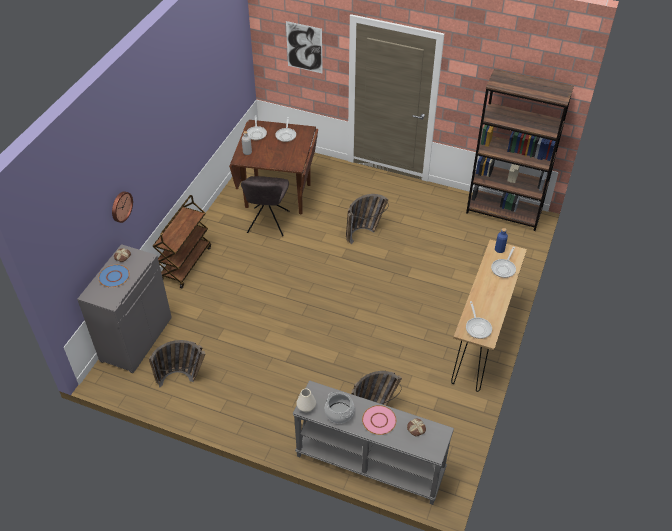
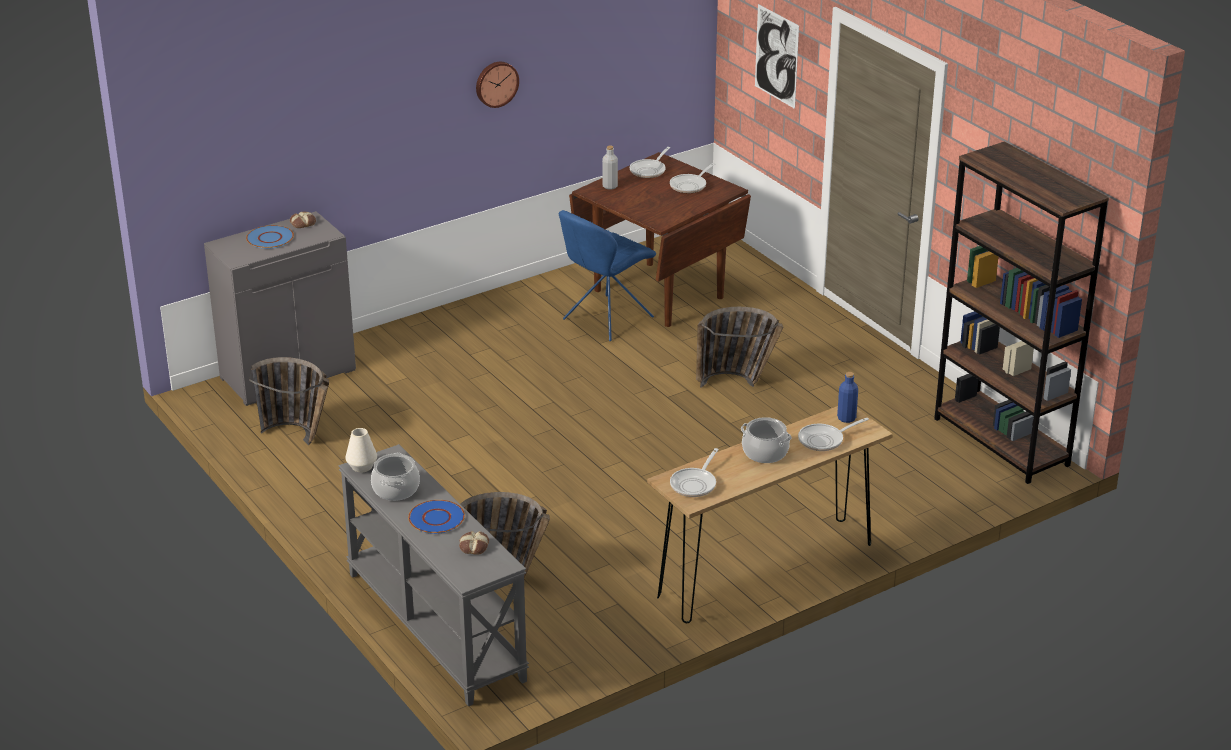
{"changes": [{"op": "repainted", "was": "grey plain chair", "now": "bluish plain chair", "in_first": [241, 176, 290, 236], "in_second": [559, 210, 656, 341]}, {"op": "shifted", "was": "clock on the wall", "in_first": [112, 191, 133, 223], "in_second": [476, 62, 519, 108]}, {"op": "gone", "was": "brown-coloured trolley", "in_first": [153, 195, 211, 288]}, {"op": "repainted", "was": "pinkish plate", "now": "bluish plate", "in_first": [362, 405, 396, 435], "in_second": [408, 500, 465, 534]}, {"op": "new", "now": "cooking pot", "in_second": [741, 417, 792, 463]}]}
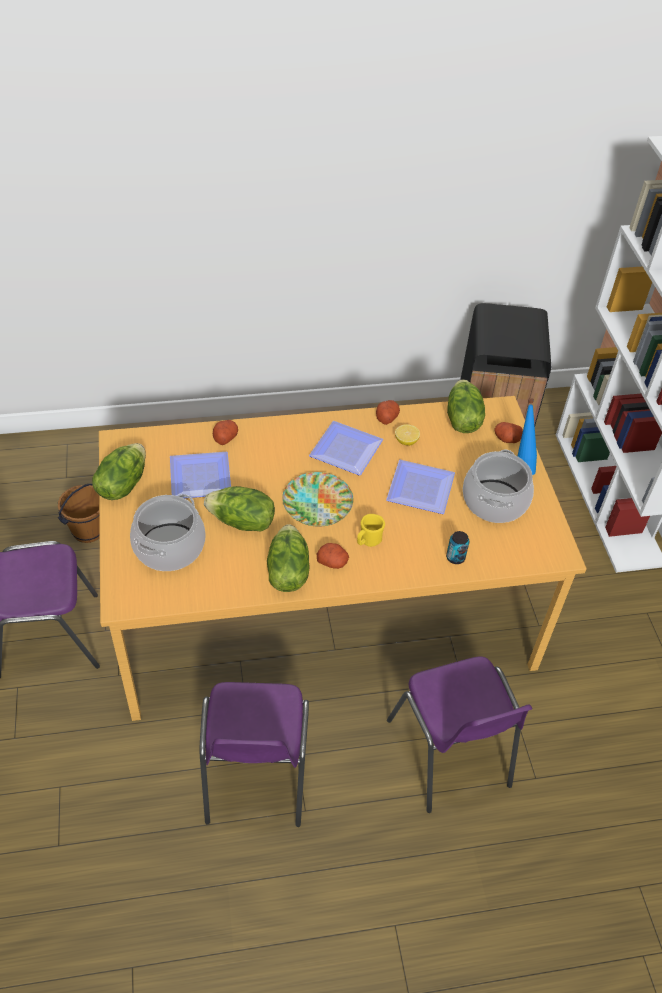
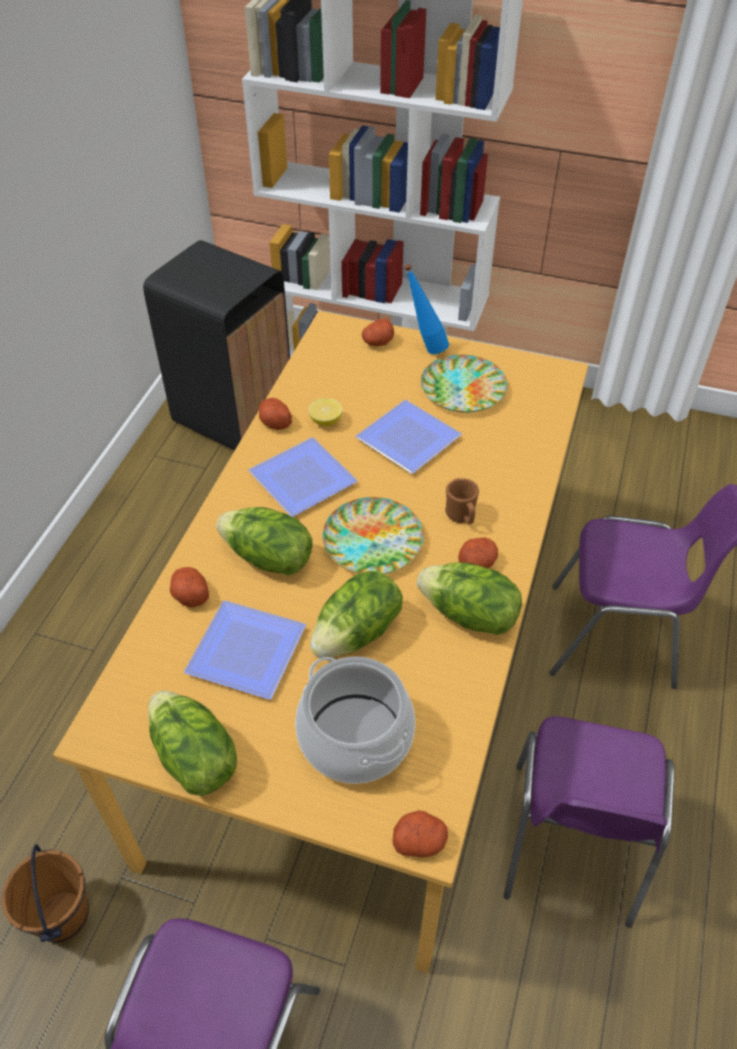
{"changes": [{"op": "shifted", "was": "head of lettuce", "in_first": [447, 379, 485, 433], "in_second": [217, 507, 312, 575]}, {"op": "swapped", "was": "cooking pot", "now": "plate", "in_first": [463, 450, 534, 523], "in_second": [421, 355, 507, 413]}, {"op": "repainted", "was": "yellow-coloured mug", "now": "brown-coloured mug", "in_first": [357, 514, 385, 547], "in_second": [445, 478, 479, 524]}, {"op": "gone", "was": "sealed can", "in_first": [446, 531, 469, 564]}, {"op": "rotated", "was": "purple plain chair", "in_first": [200, 682, 309, 827], "in_second": [503, 716, 675, 928], "clockwise": 75}, {"op": "new", "now": "potato", "in_second": [393, 810, 448, 857]}]}
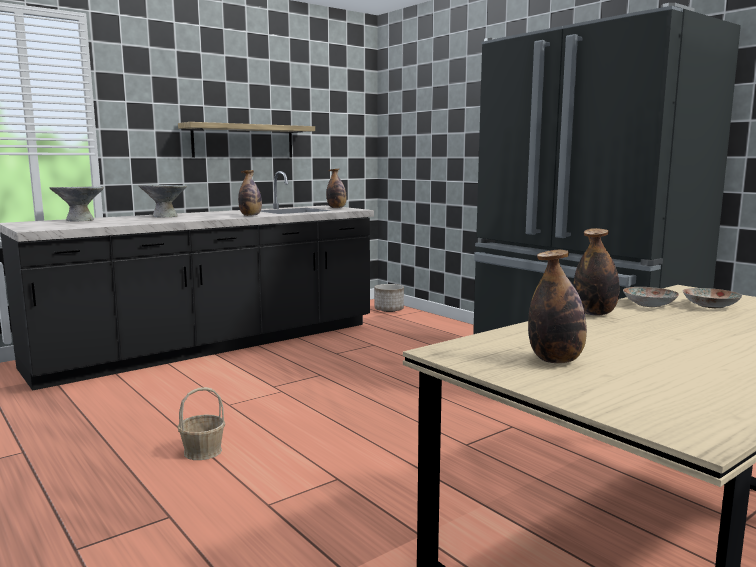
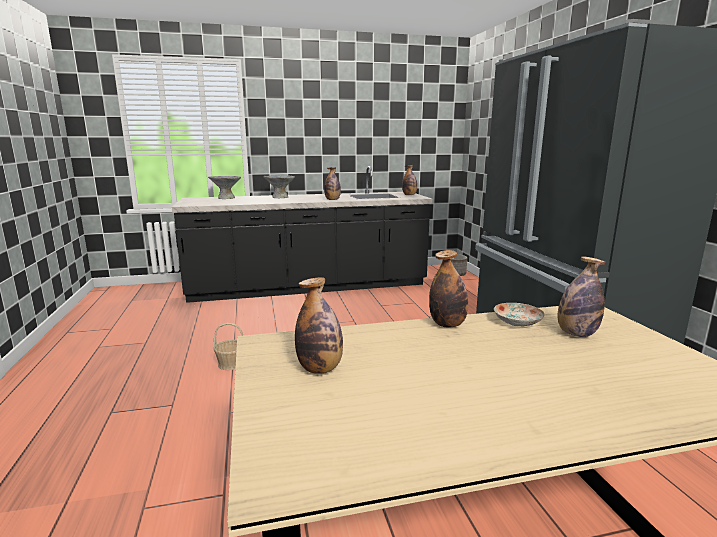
{"changes": [{"op": "gone", "was": "wall shelf", "in_first": [178, 122, 315, 158]}, {"op": "swapped", "was": "plate", "now": "beverage bottle", "in_first": [683, 288, 742, 308], "in_second": [558, 257, 605, 337]}]}
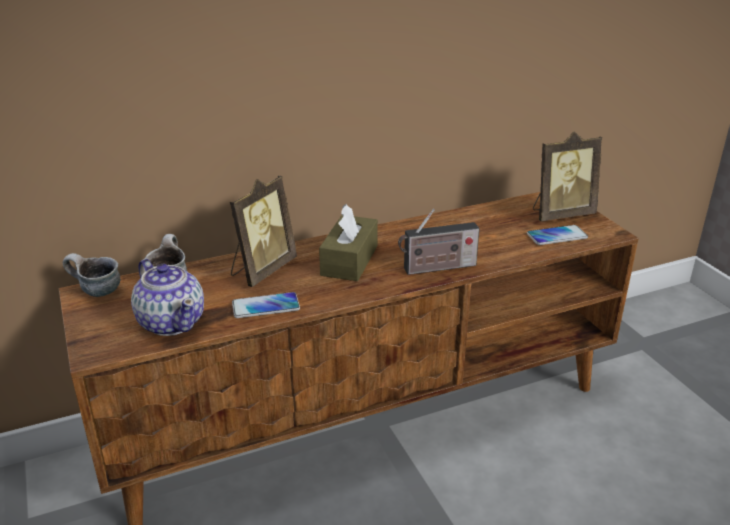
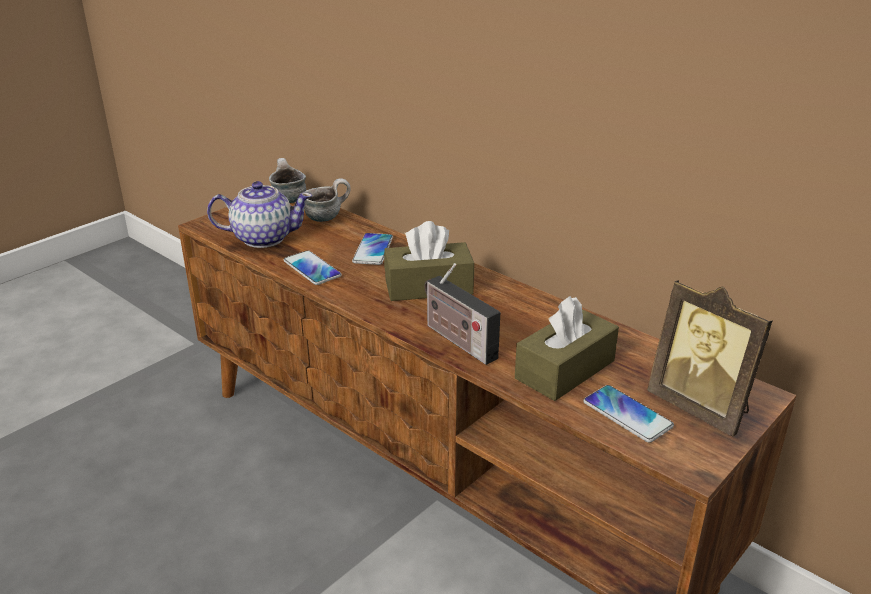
{"changes": [{"op": "swapped", "was": "standing frame", "now": "handset", "in_first": [230, 176, 297, 287], "in_second": [352, 233, 393, 265]}, {"op": "rotated", "was": "pot for tea", "in_first": [131, 259, 204, 336], "in_second": [207, 181, 312, 248], "clockwise": -120}, {"op": "new", "now": "brown-coloured tissue box", "in_second": [515, 296, 619, 401]}]}
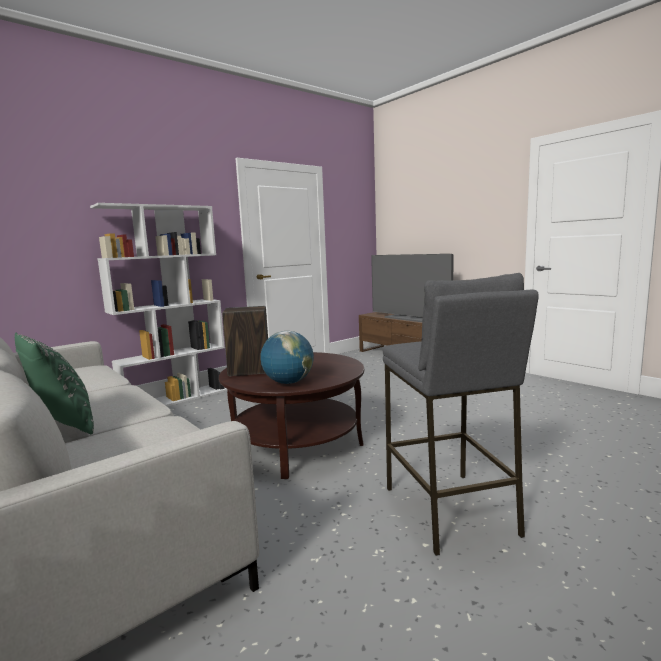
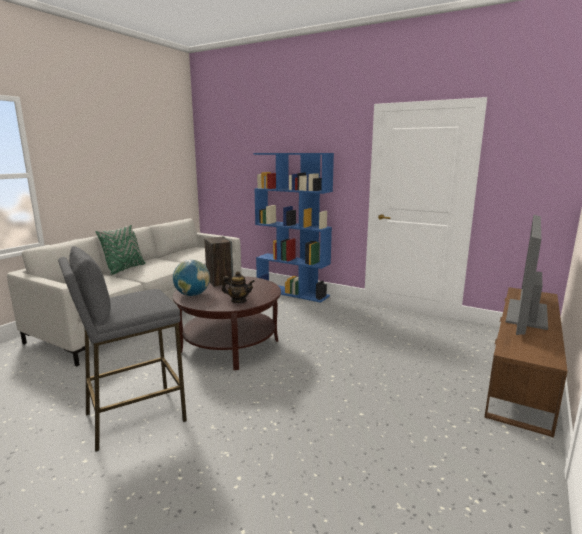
{"changes": [{"op": "repainted", "was": "white-coloured shelving unit", "now": "bluish shelving unit", "in_first": [90, 203, 227, 406], "in_second": [254, 153, 334, 303]}, {"op": "new", "now": "pot for tea", "in_second": [222, 271, 255, 303]}]}
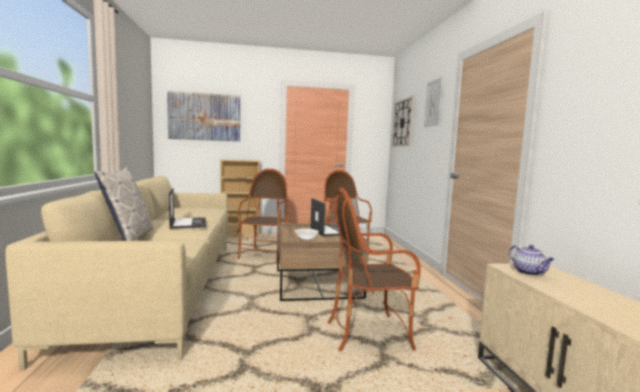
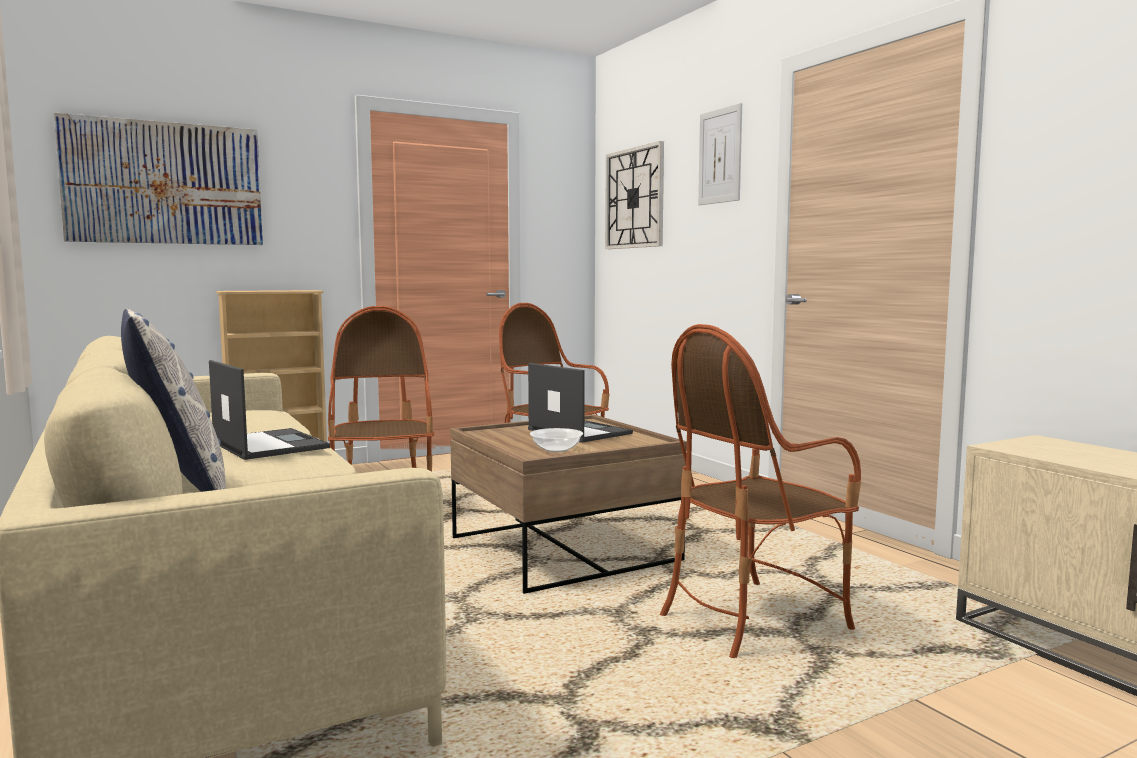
{"changes": [{"op": "gone", "was": "pot for tea", "in_first": [509, 245, 555, 276]}]}
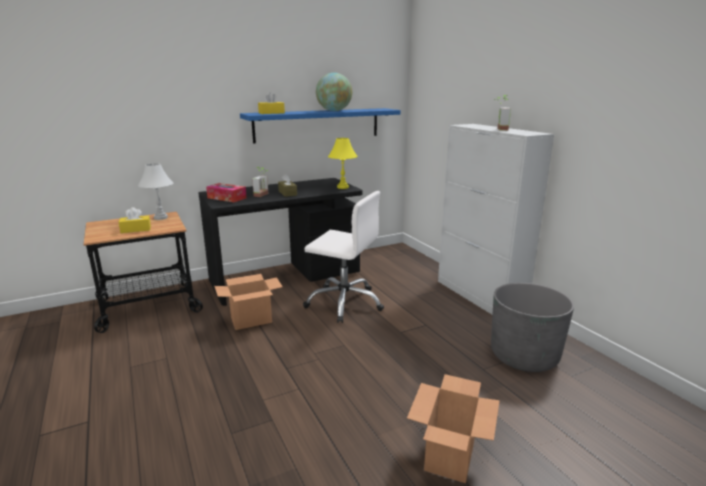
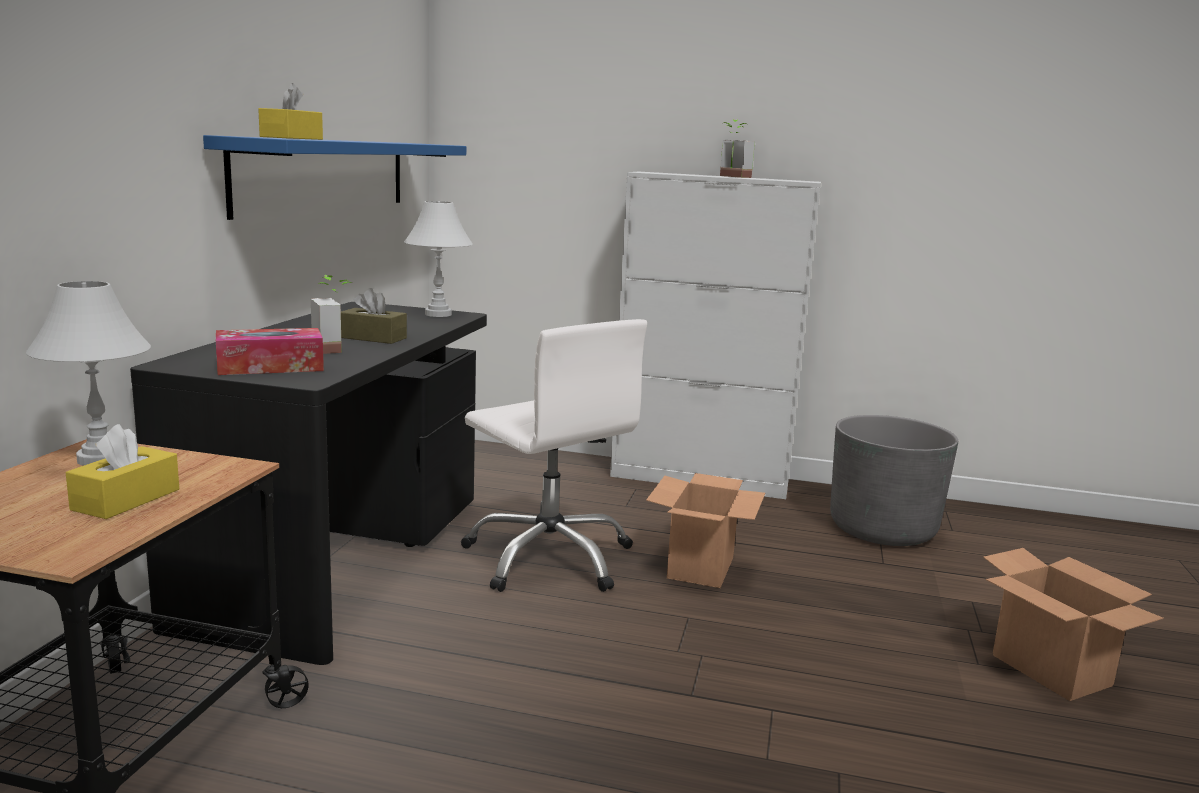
{"changes": [{"op": "gone", "was": "desk globe", "in_first": [316, 73, 352, 111]}, {"op": "repainted", "was": "yellow-coloured tabletop lamp", "now": "white-coloured tabletop lamp", "in_first": [328, 138, 358, 189], "in_second": [404, 201, 473, 317]}, {"op": "rotated", "was": "white-coloured desk chair", "in_first": [303, 191, 384, 323], "in_second": [461, 319, 647, 592], "clockwise": 75}, {"op": "shifted", "was": "cardboard box", "in_first": [214, 274, 283, 330], "in_second": [646, 473, 765, 588]}]}
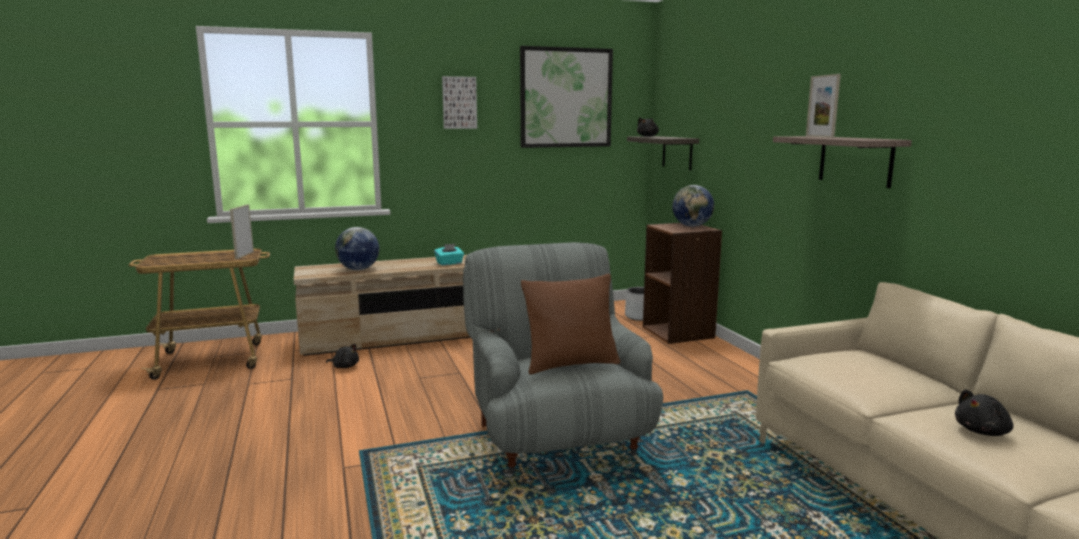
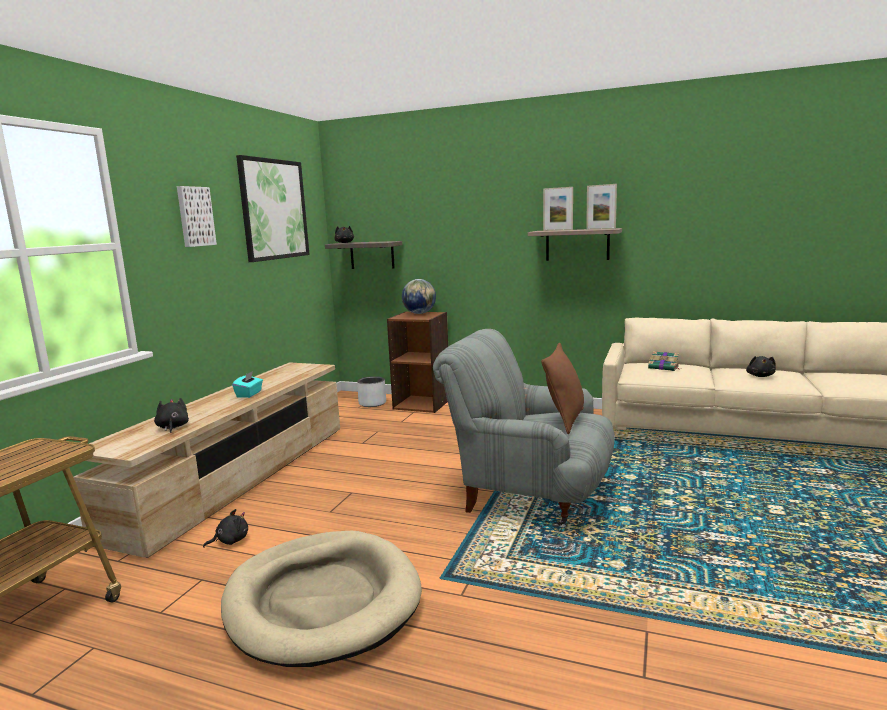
{"changes": [{"op": "shifted", "was": "standing frame", "in_first": [230, 204, 254, 259], "in_second": [586, 184, 617, 230]}, {"op": "swapped", "was": "desk globe", "now": "black-coloured soft toy", "in_first": [335, 227, 379, 270], "in_second": [154, 398, 189, 433]}, {"op": "new", "now": "book", "in_second": [648, 351, 681, 371]}, {"op": "new", "now": "sand-coloured dog cushion", "in_second": [221, 531, 422, 667]}]}
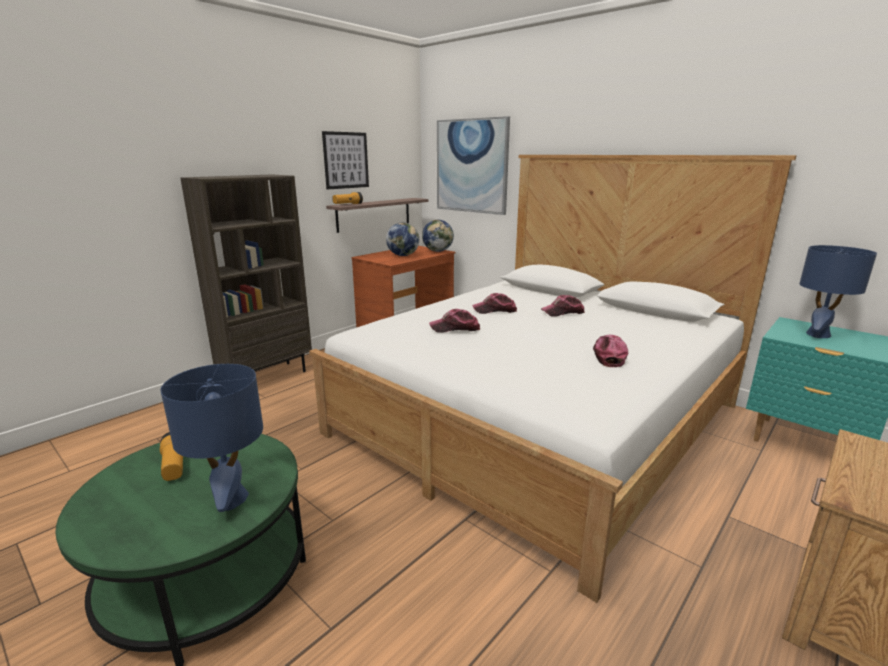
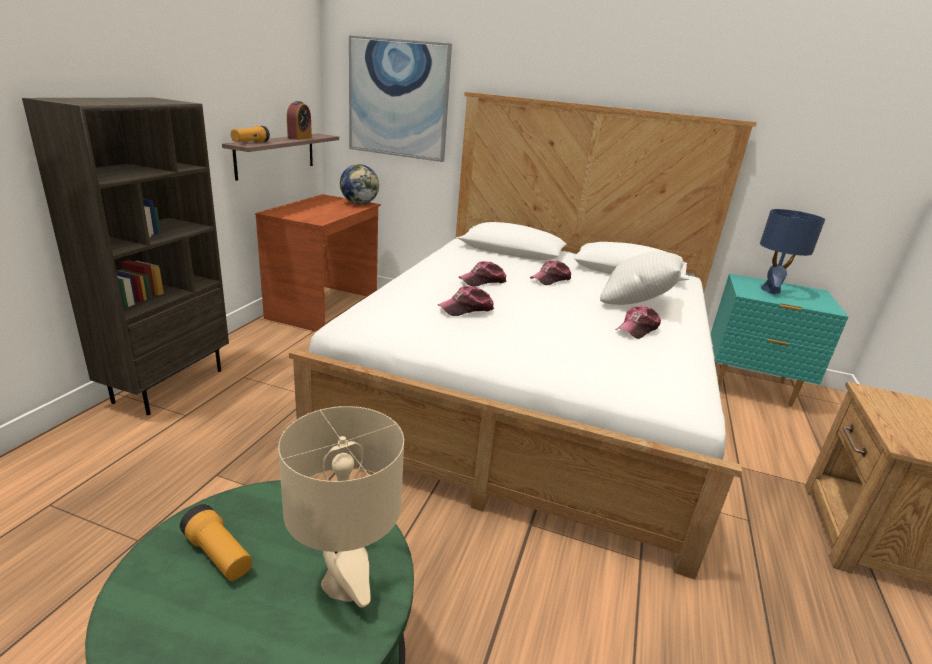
{"changes": [{"op": "gone", "was": "picture", "in_first": [322, 131, 369, 190]}, {"op": "gone", "was": "desk globe", "in_first": [386, 222, 419, 256]}, {"op": "rotated", "was": "baseball cap", "in_first": [593, 335, 628, 367], "in_second": [616, 306, 661, 339], "clockwise": -120}, {"op": "repainted", "was": "bluish tabletop lamp", "now": "sand-coloured tabletop lamp", "in_first": [161, 364, 263, 512], "in_second": [278, 406, 404, 608]}, {"op": "new", "now": "bedside clock", "in_second": [287, 101, 312, 140]}, {"op": "new", "now": "white-coloured pillow", "in_second": [600, 251, 684, 305]}]}
